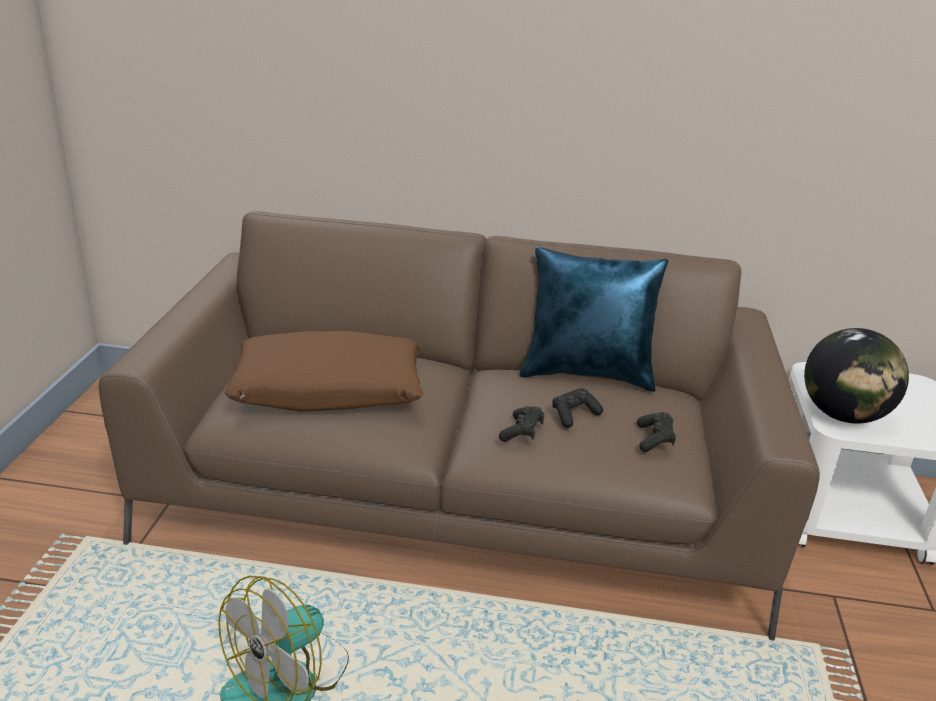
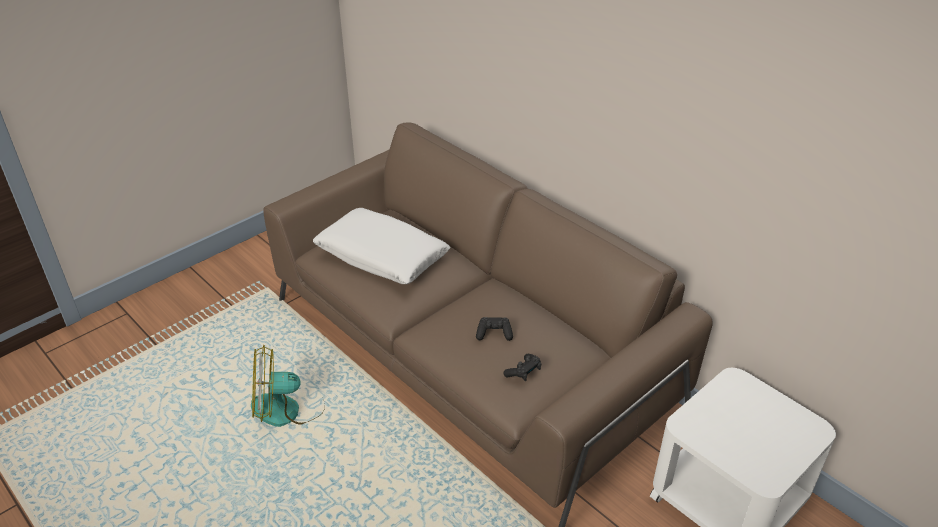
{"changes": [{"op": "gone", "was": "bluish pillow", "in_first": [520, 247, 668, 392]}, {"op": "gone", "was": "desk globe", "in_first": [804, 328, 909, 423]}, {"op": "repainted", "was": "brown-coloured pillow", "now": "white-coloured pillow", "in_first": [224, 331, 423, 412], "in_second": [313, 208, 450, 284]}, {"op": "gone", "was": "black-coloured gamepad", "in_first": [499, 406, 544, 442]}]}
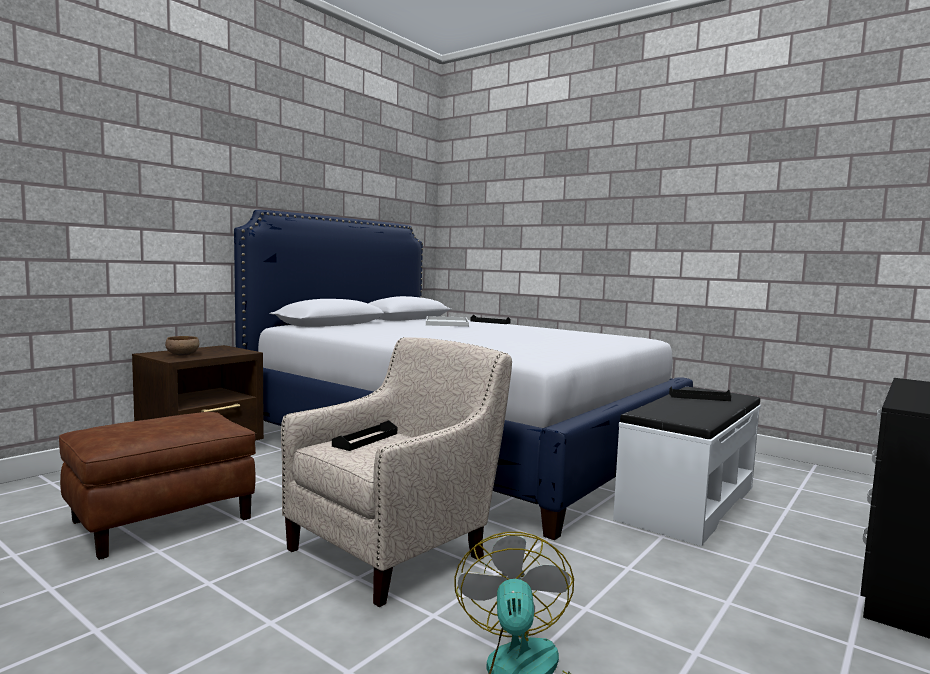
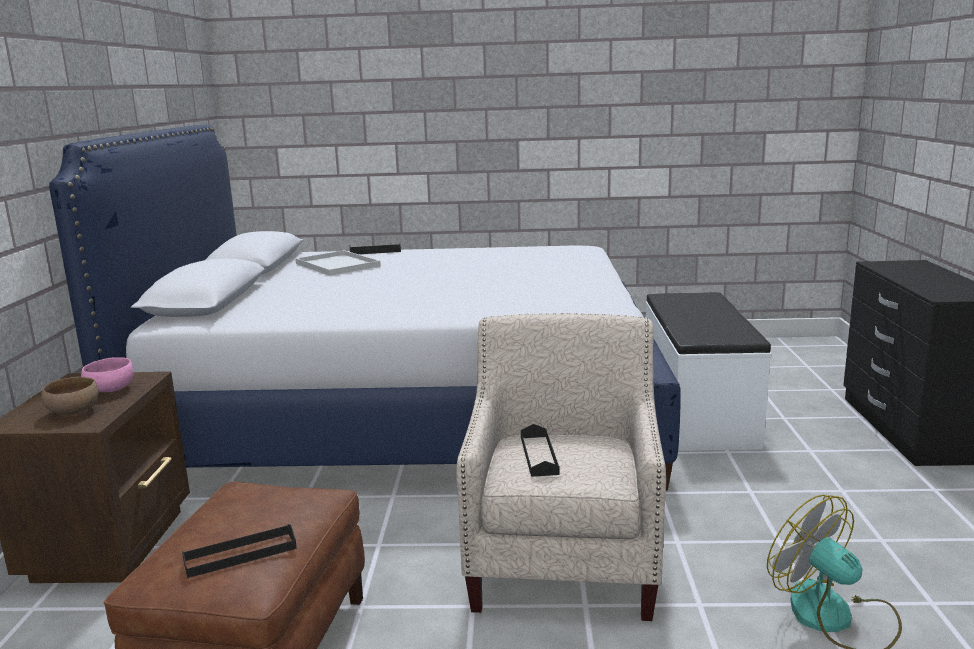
{"changes": [{"op": "shifted", "was": "black-coloured tray", "in_first": [669, 386, 731, 401], "in_second": [182, 524, 297, 578]}, {"op": "new", "now": "pinkish bowl", "in_second": [81, 357, 134, 392]}]}
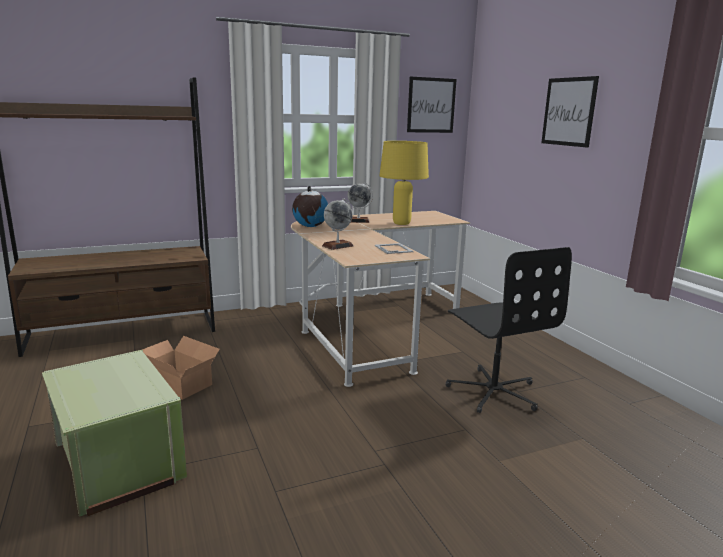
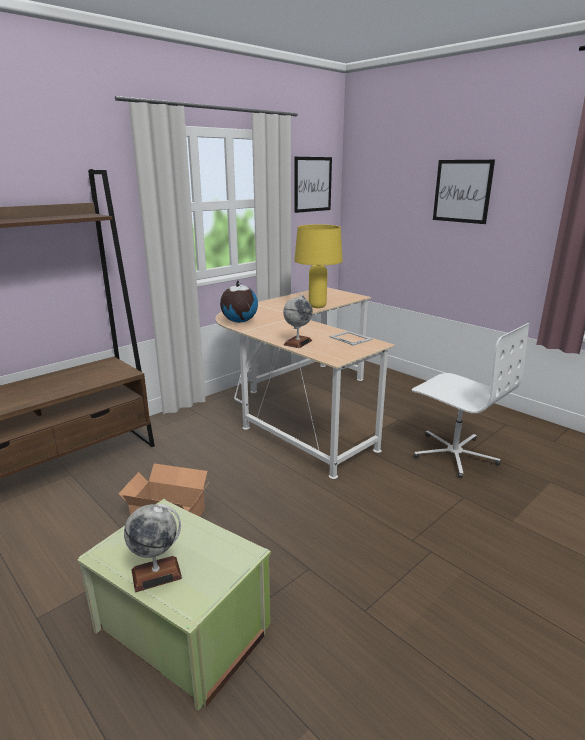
{"changes": [{"op": "shifted", "was": "desk globe", "in_first": [347, 182, 373, 223], "in_second": [124, 504, 182, 592]}, {"op": "repainted", "was": "black-coloured desk chair", "now": "white-coloured desk chair", "in_first": [446, 247, 572, 413], "in_second": [412, 323, 529, 478]}]}
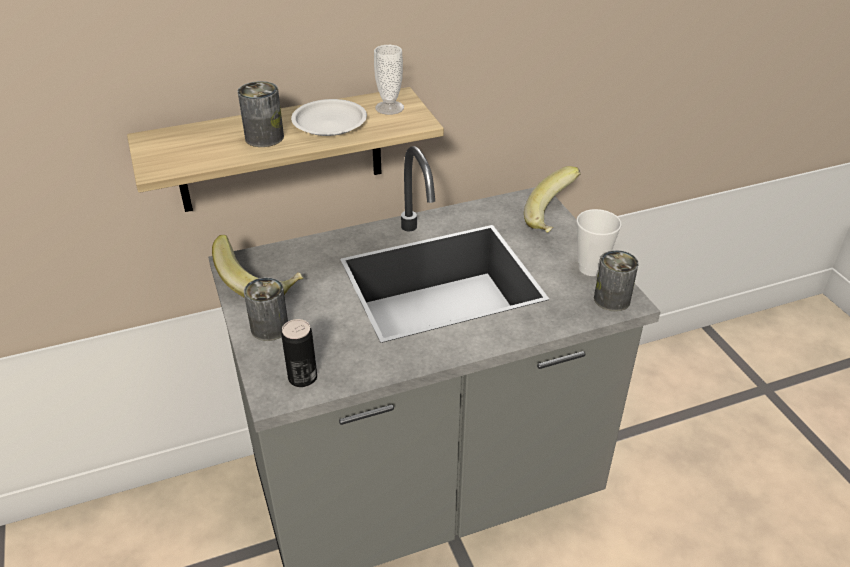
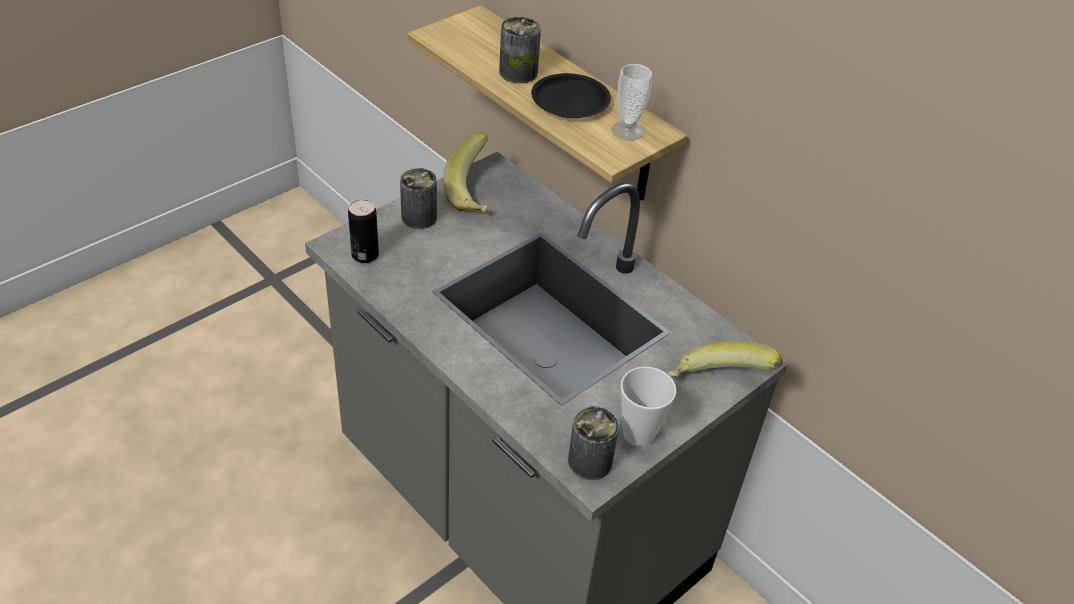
{"changes": [{"op": "repainted", "was": "white-coloured plate", "now": "black-coloured plate", "in_first": [291, 99, 367, 136], "in_second": [531, 73, 611, 118]}]}
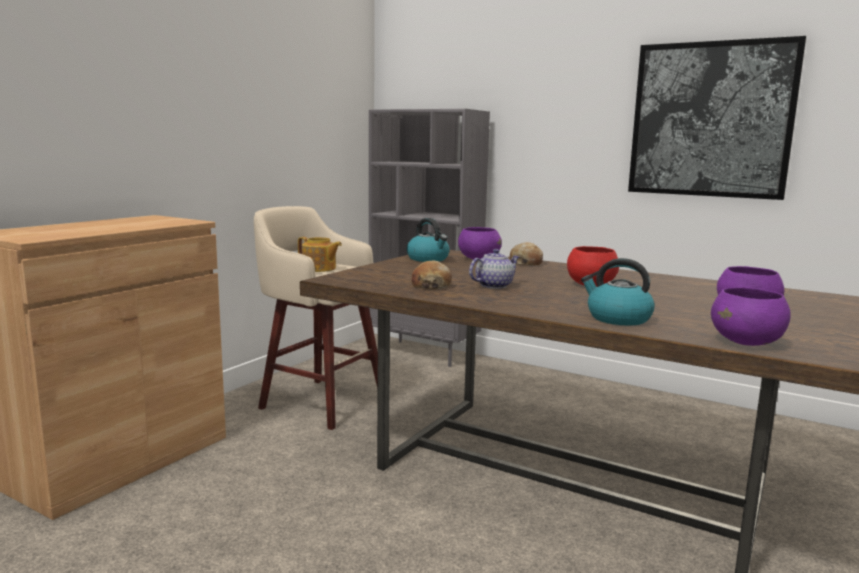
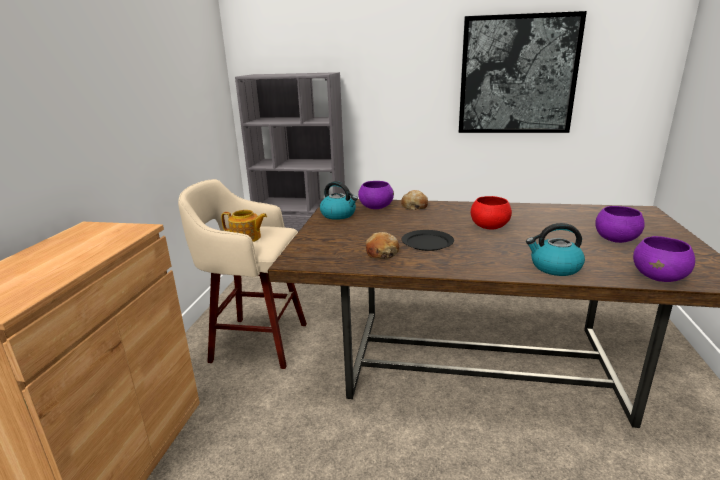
{"changes": [{"op": "swapped", "was": "pot for tea", "now": "black-coloured plate", "in_first": [469, 249, 519, 289], "in_second": [402, 230, 454, 251]}]}
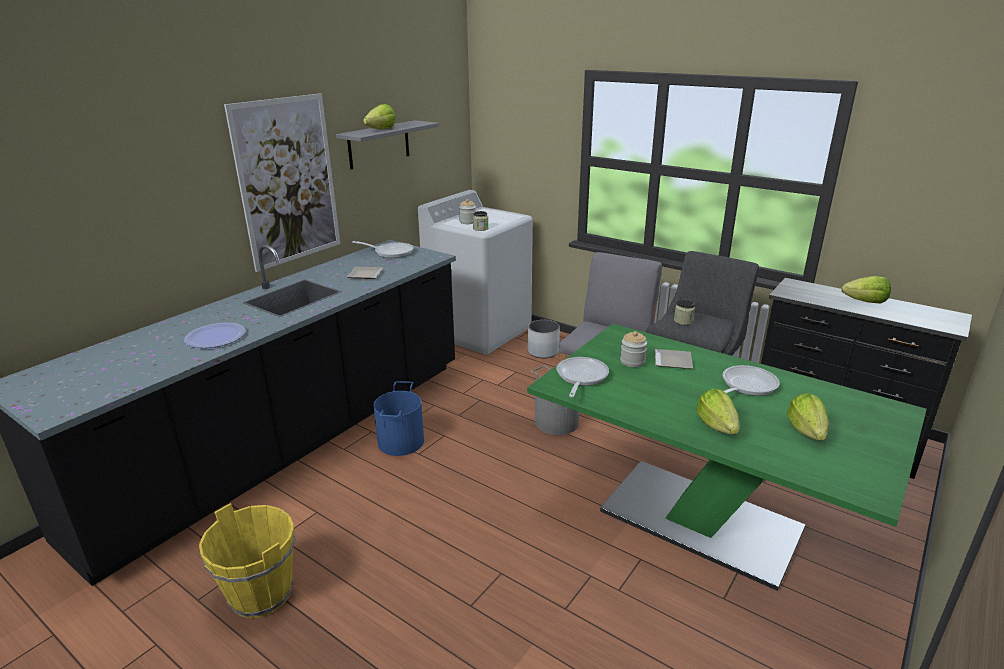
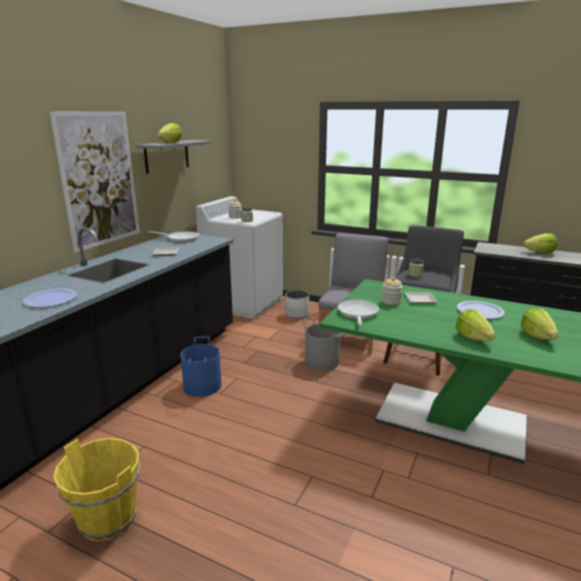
{"changes": [{"op": "swapped", "was": "frying pan", "now": "plate", "in_first": [722, 365, 779, 396], "in_second": [457, 301, 505, 319]}]}
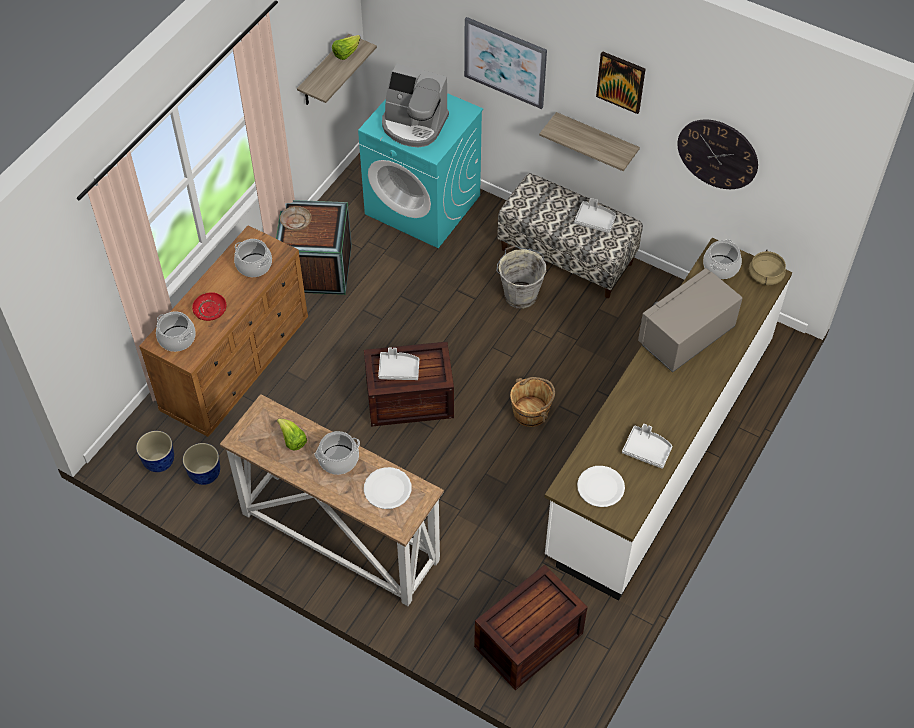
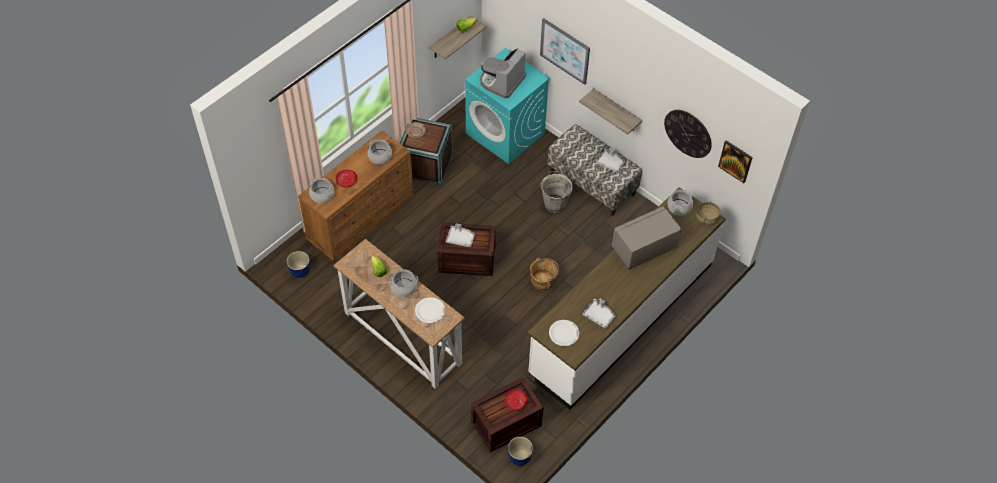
{"changes": [{"op": "shifted", "was": "picture", "in_first": [596, 51, 646, 114], "in_second": [718, 140, 753, 183]}, {"op": "rotated", "was": "coffee machine", "in_first": [382, 64, 449, 147], "in_second": [480, 48, 526, 99], "clockwise": 90}, {"op": "shifted", "was": "flower pot", "in_first": [183, 443, 220, 485], "in_second": [508, 437, 533, 466]}, {"op": "new", "now": "red-coloured plate", "in_second": [504, 389, 528, 411]}]}
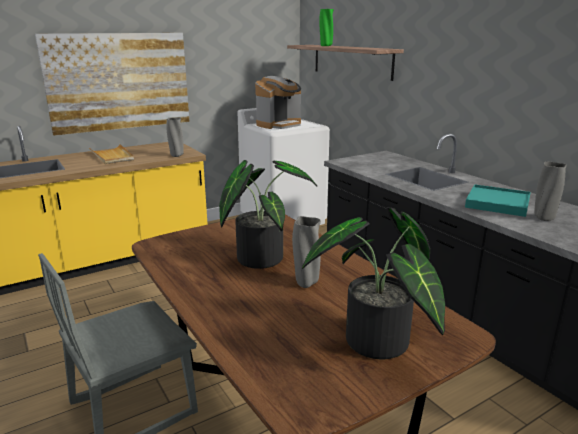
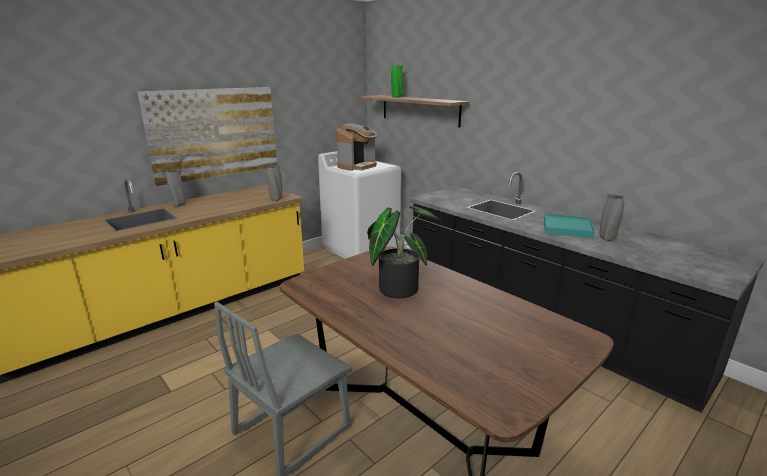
{"changes": [{"op": "gone", "was": "sand-coloured tray", "in_first": [89, 144, 134, 164]}, {"op": "gone", "was": "houseplant", "in_first": [302, 207, 445, 359]}, {"op": "shifted", "was": "grey decorative vase", "in_first": [292, 216, 321, 288], "in_second": [166, 169, 186, 206]}]}
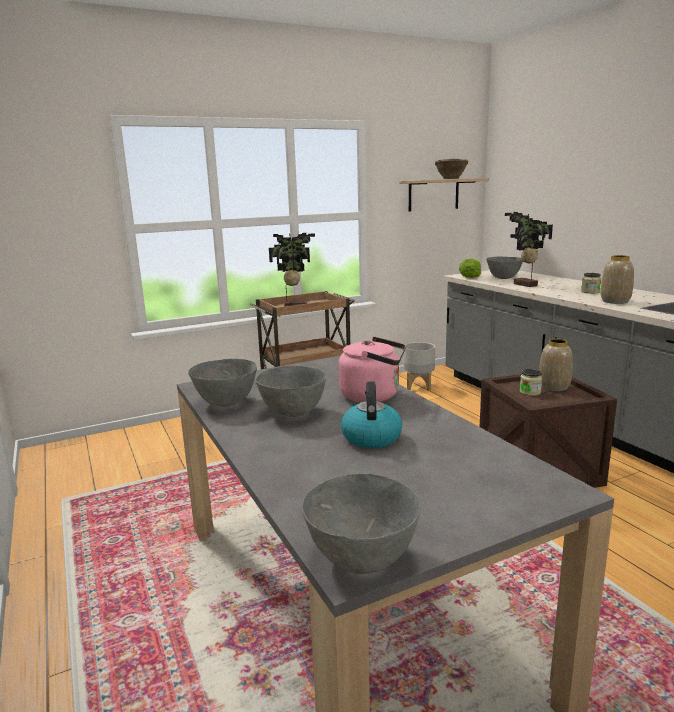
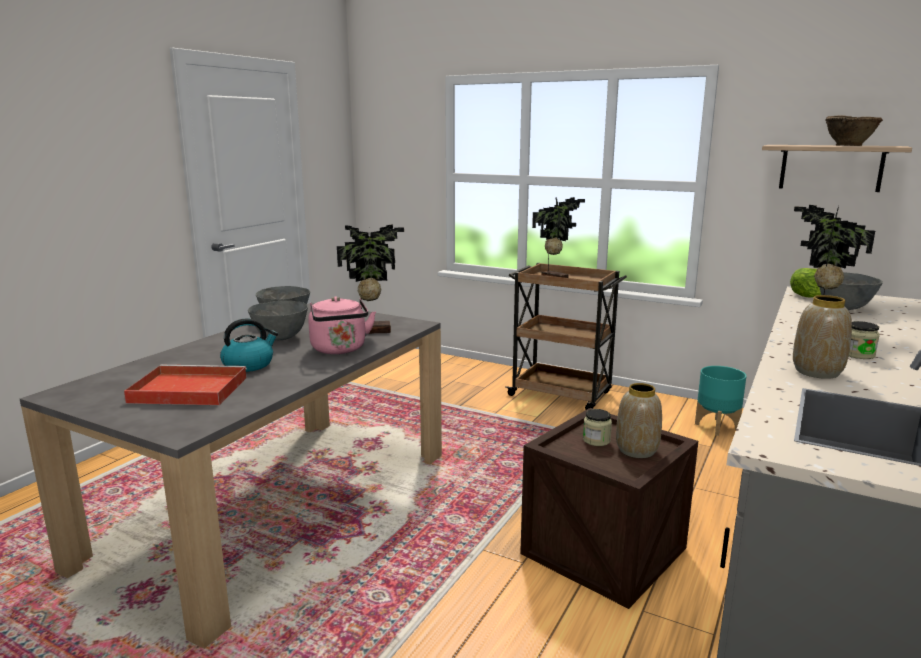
{"changes": [{"op": "repainted", "was": "grey flower pot", "now": "blue-green flower pot", "in_first": [404, 342, 435, 391], "in_second": [695, 366, 746, 436]}, {"op": "gone", "was": "grey bowl", "in_first": [302, 474, 421, 574]}, {"op": "new", "now": "houseplant", "in_second": [337, 224, 404, 334]}, {"op": "new", "now": "red-coloured tray", "in_second": [124, 365, 247, 405]}]}
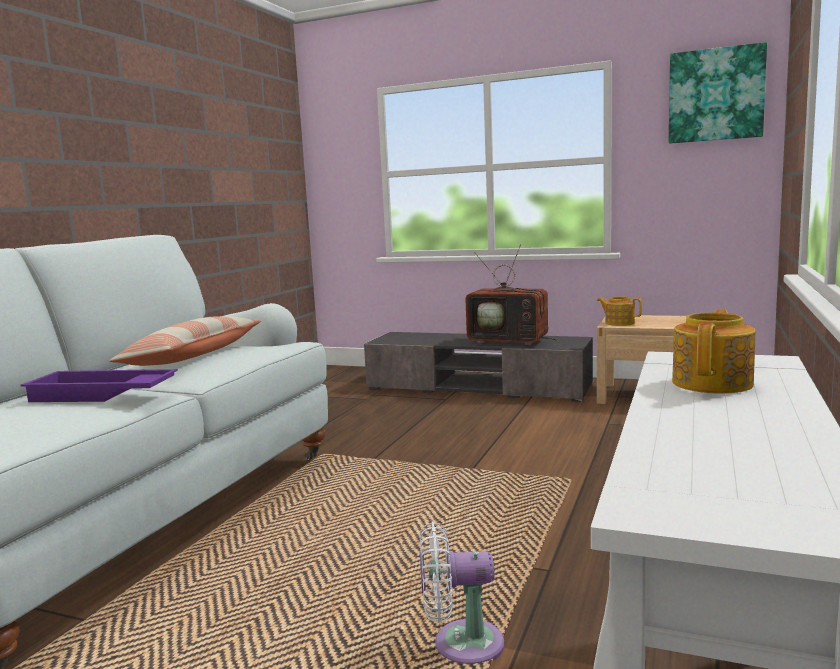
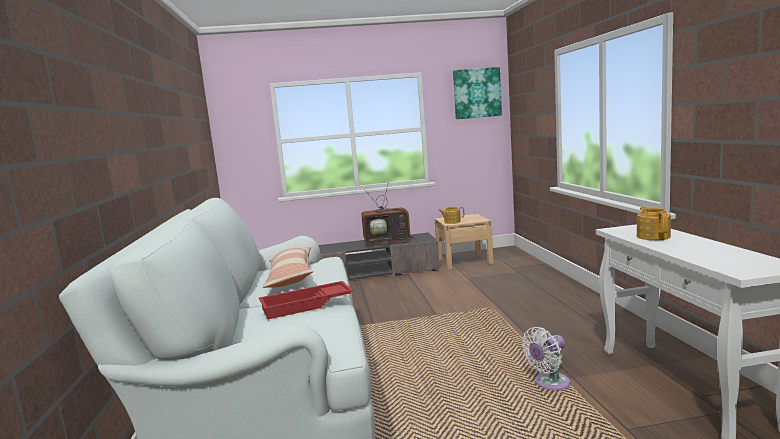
{"changes": [{"op": "repainted", "was": "purple tray", "now": "red-coloured tray", "in_first": [21, 369, 178, 402], "in_second": [259, 281, 353, 319]}]}
